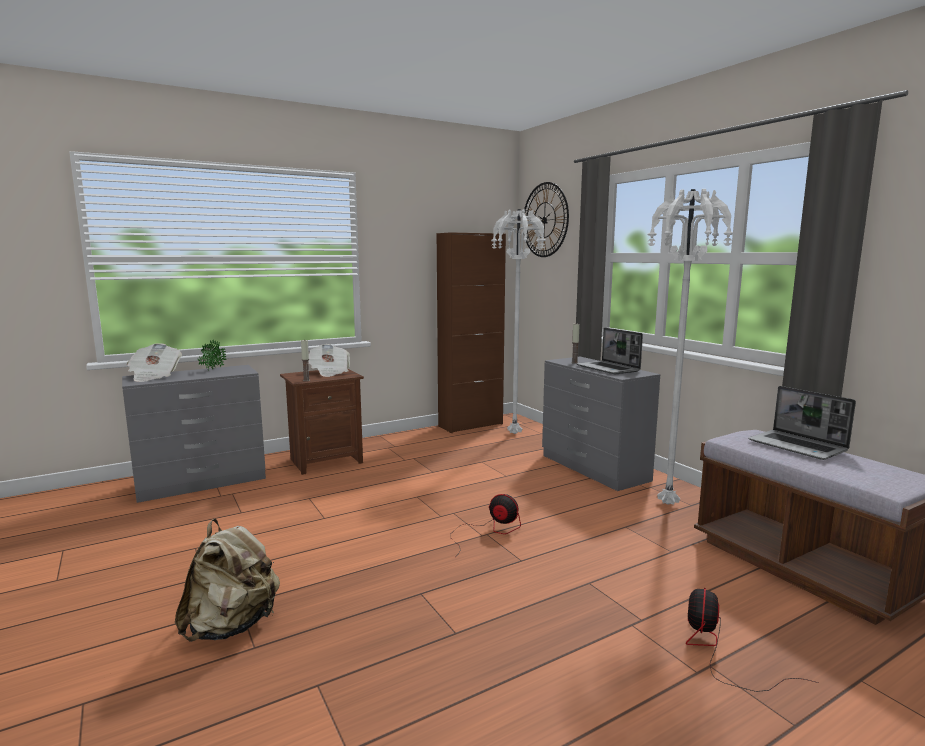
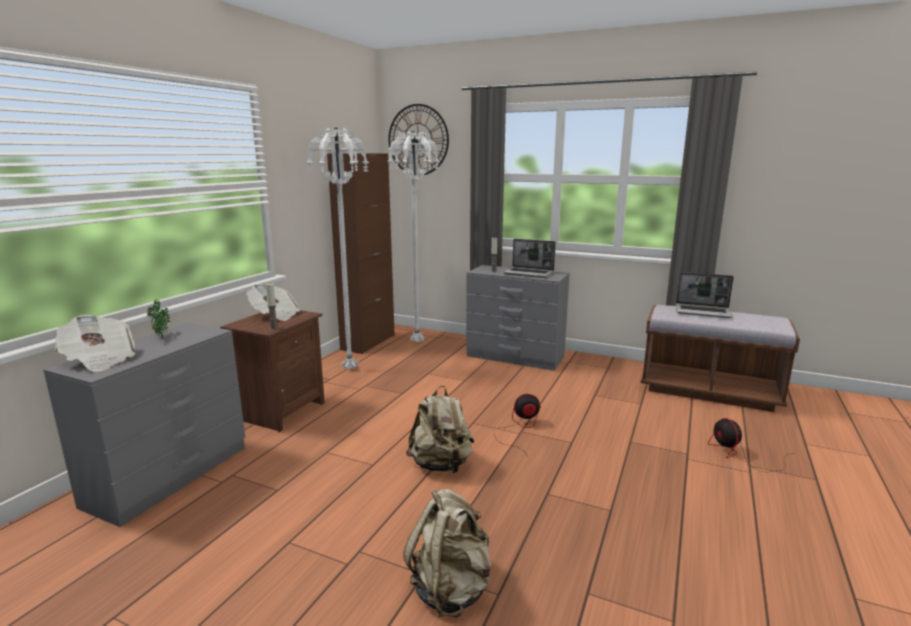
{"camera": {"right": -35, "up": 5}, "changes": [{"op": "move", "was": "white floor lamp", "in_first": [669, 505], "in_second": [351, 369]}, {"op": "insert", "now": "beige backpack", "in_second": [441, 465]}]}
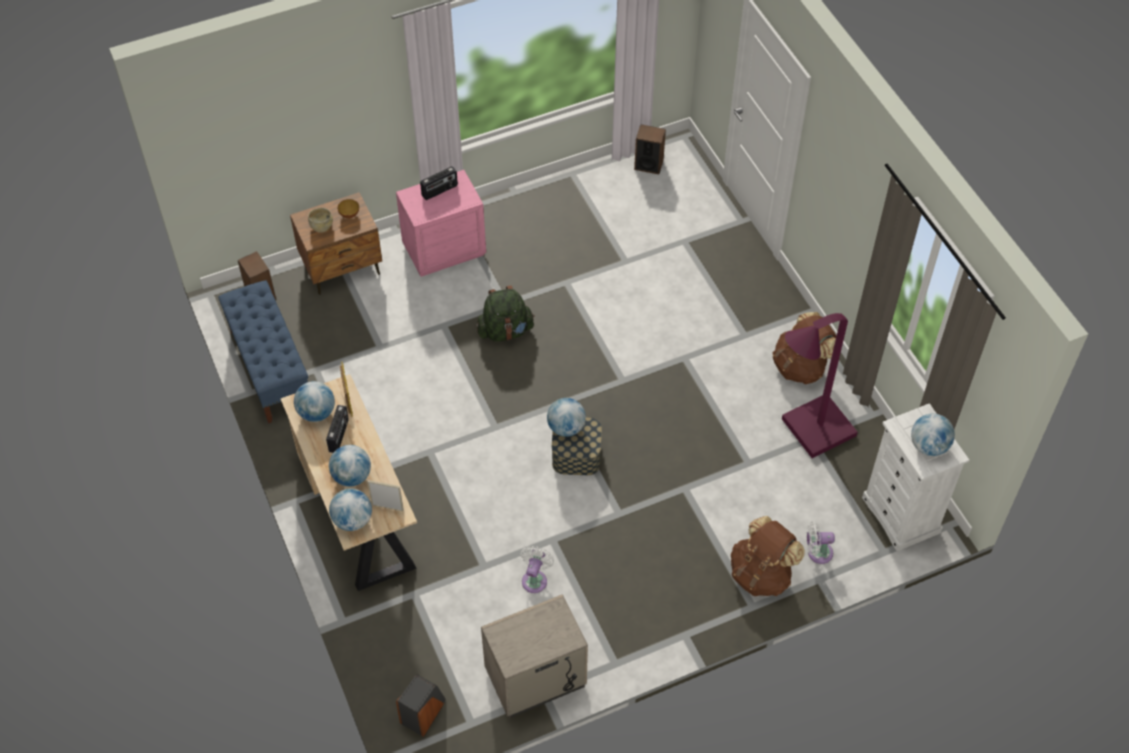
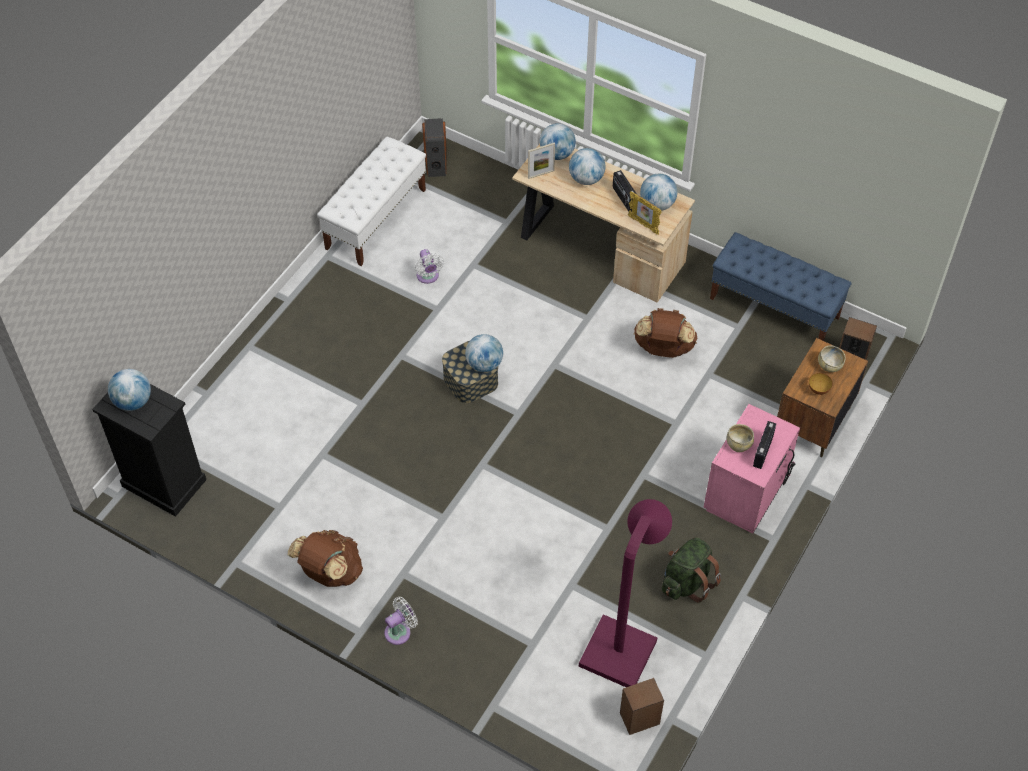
{"camera": {"right": 145, "up": 0}, "changes": [{"op": "move", "was": "green backpack", "in_first": [505, 331], "in_second": [687, 582]}, {"op": "move", "was": "purple floor lamp", "in_first": [809, 432], "in_second": [622, 643]}, {"op": "recolor", "was": "white dresser", "now": "black dresser", "in_first": [901, 515], "in_second": [163, 483]}, {"op": "move", "was": "brown backpack", "in_first": [761, 574], "in_second": [663, 349]}, {"op": "move", "was": "white fan", "in_first": [817, 552], "in_second": [400, 631]}, {"op": "replace", "was": "beige nightstand", "now": "white bench", "in_first": [536, 679], "in_second": [376, 218]}, {"op": "insert", "now": "beige bowl", "in_second": [738, 444]}]}
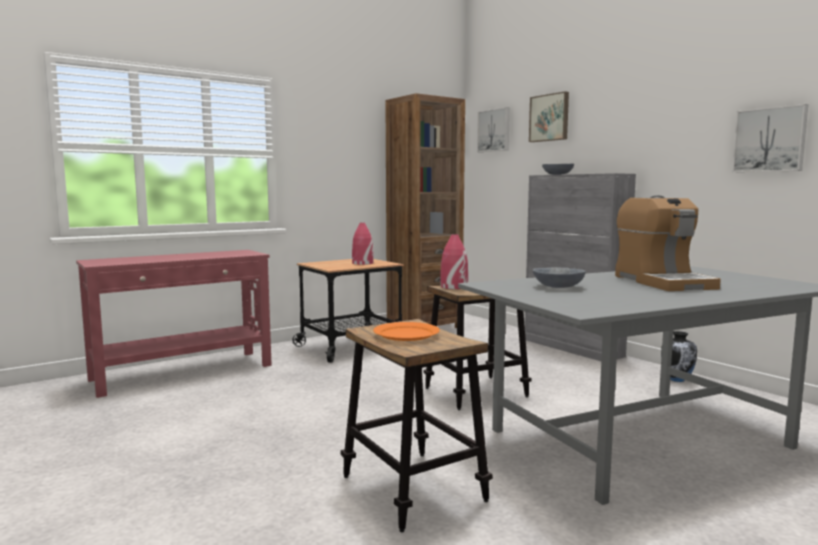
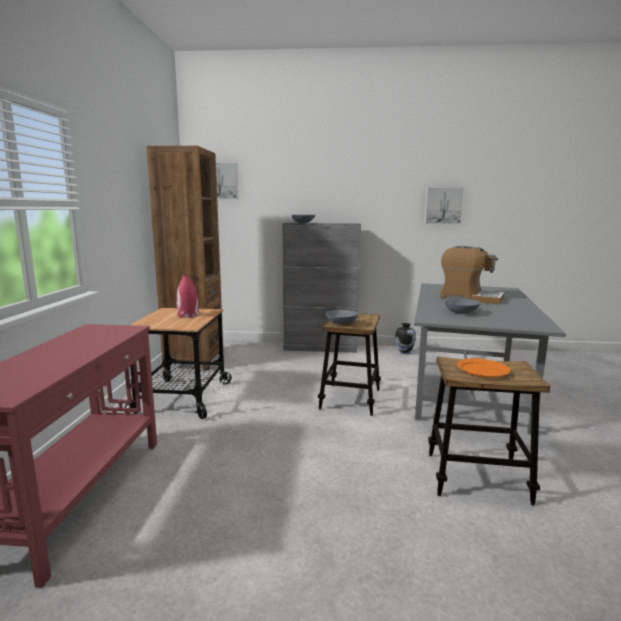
{"camera": {"right": -50, "up": 5}, "changes": [{"op": "delete", "was": "picture", "in_first": [550, 118]}, {"op": "replace", "was": "red vase", "now": "grey bowl", "in_first": [453, 287], "in_second": [341, 323]}]}
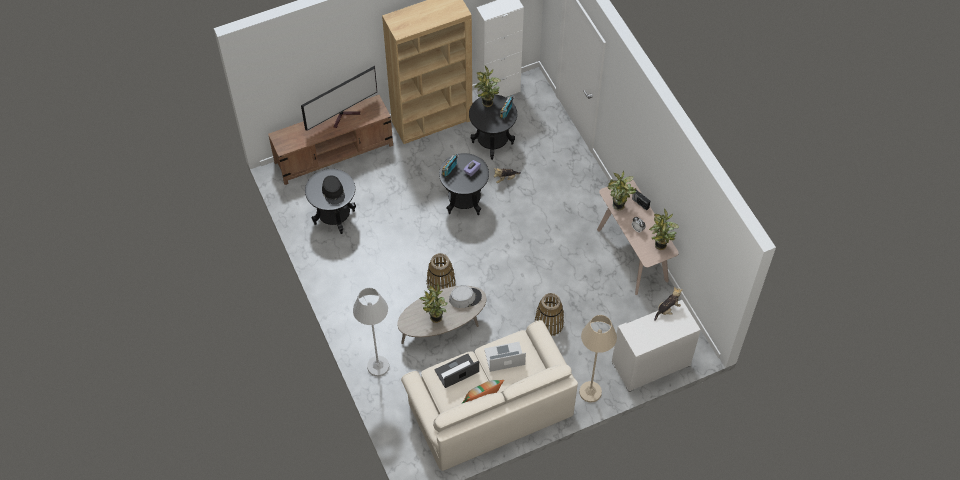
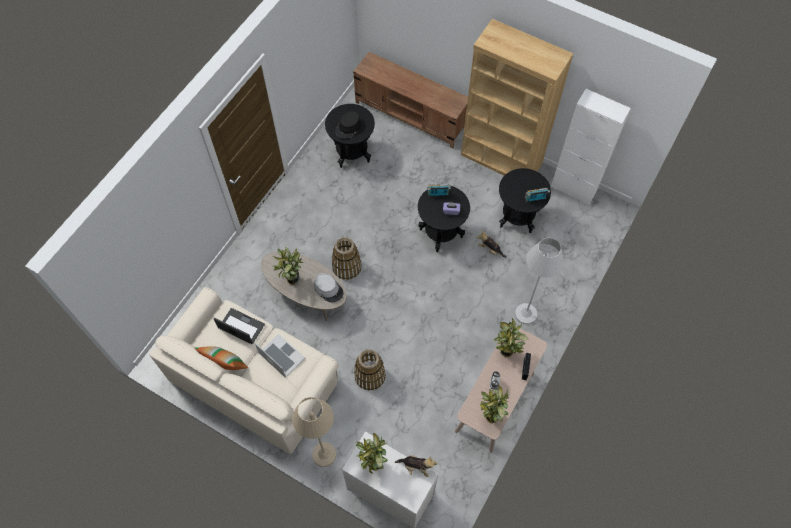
{"camera": {"right": 55, "up": 5}, "changes": [{"op": "delete", "was": "television", "in_first": [345, 116]}, {"op": "move", "was": "potted plant", "in_first": [487, 104], "in_second": [373, 464]}, {"op": "move", "was": "white floor lamp", "in_first": [378, 366], "in_second": [525, 314]}]}
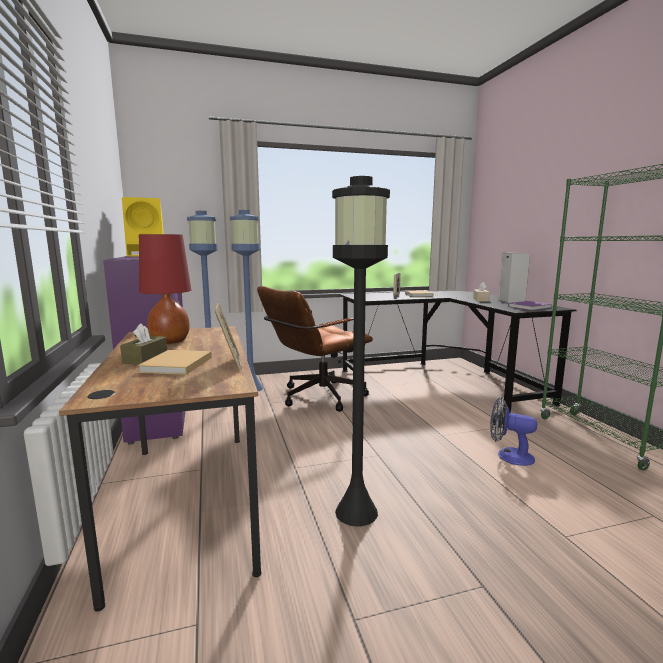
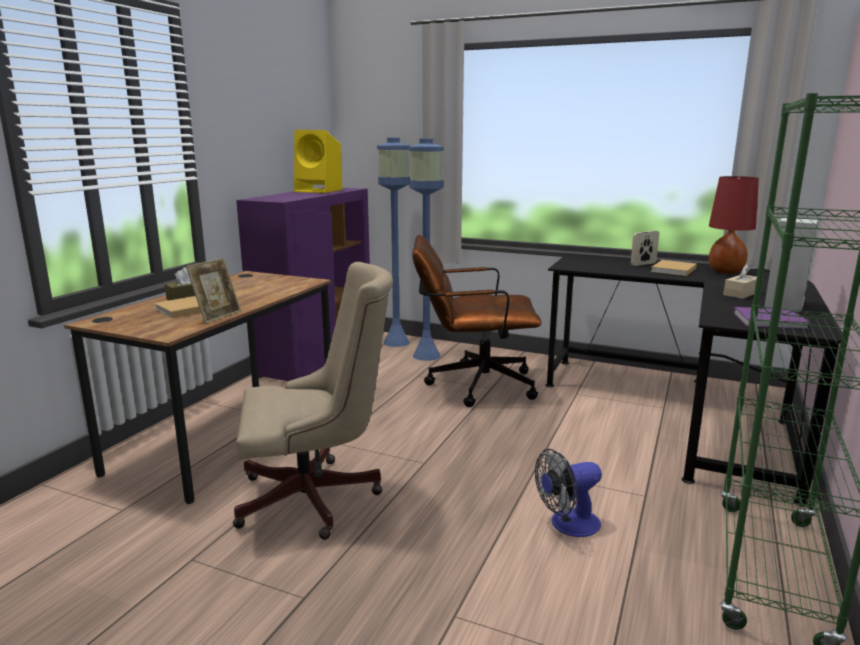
{"camera": {"right": 40, "up": 5}, "changes": [{"op": "replace", "was": "black floor lamp", "now": "beige office chair", "in_first": [357, 512], "in_second": [317, 498]}, {"op": "move", "was": "red table lamp", "in_first": [169, 341], "in_second": [725, 271]}, {"op": "rotate", "was": "fan", "in_first": [508, 455], "in_second": [567, 525], "clockwise": -90}]}
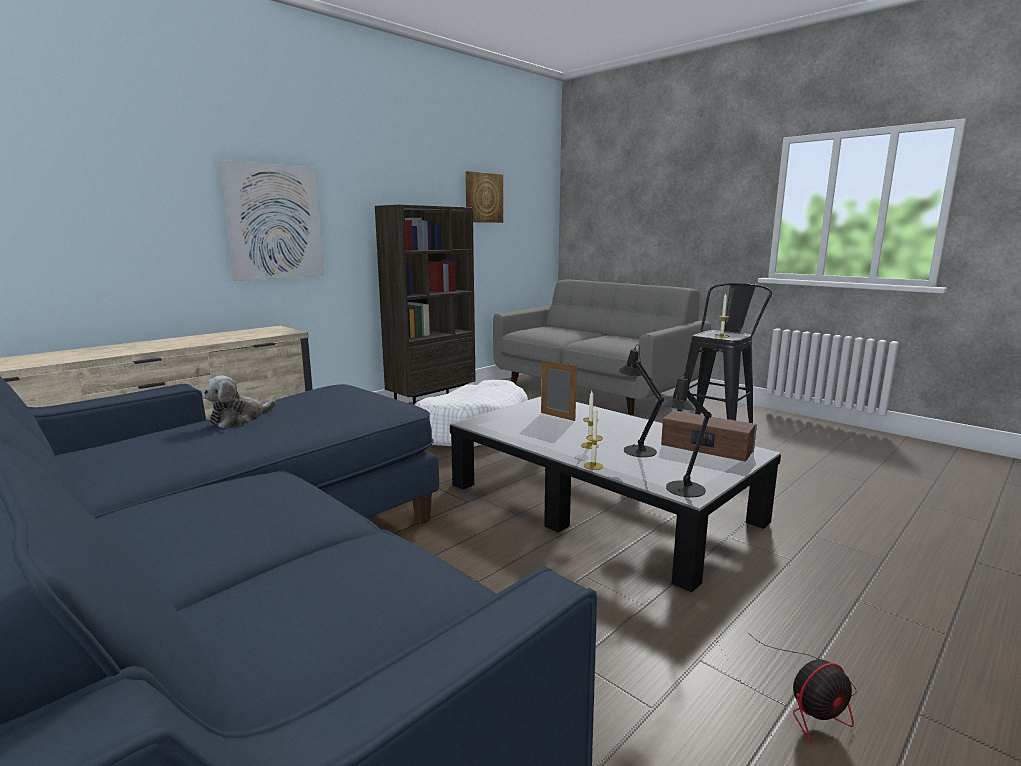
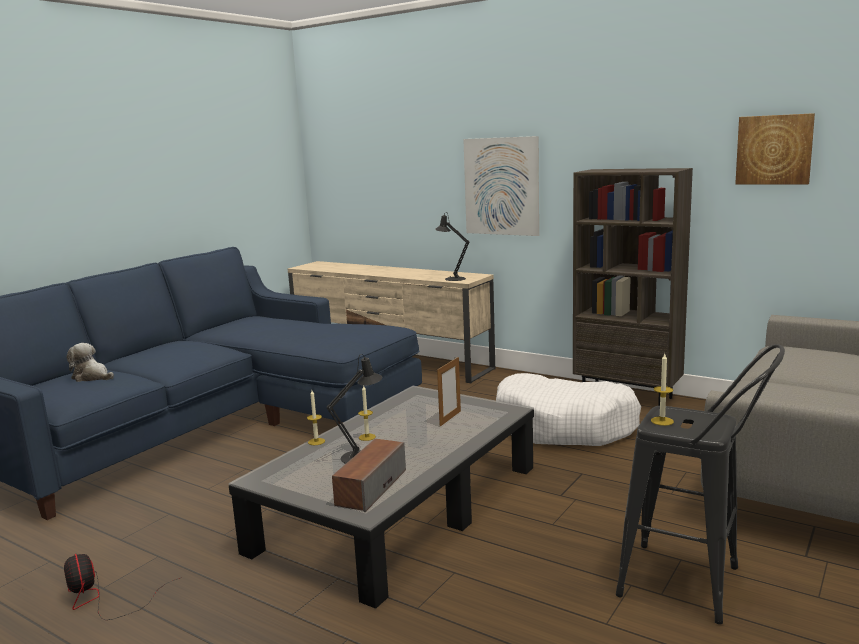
{"camera": {"right": 80, "up": 0}, "changes": [{"op": "move", "was": "black table lamp", "in_first": [682, 490], "in_second": [452, 278]}, {"op": "move", "was": "plush toy", "in_first": [239, 419], "in_second": [92, 377]}]}
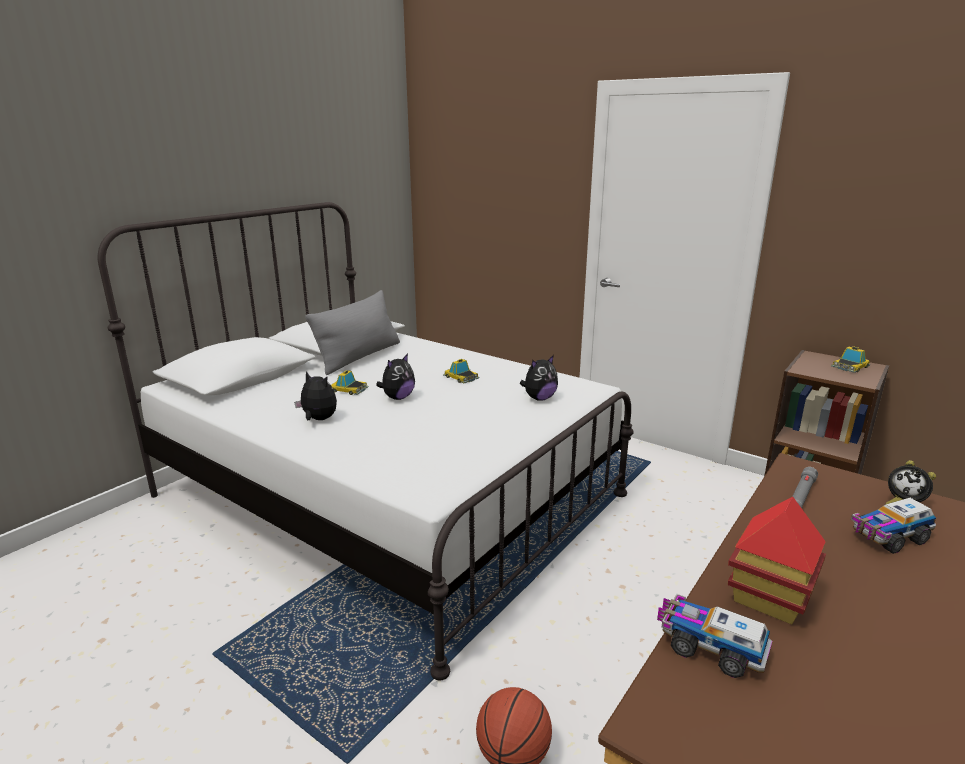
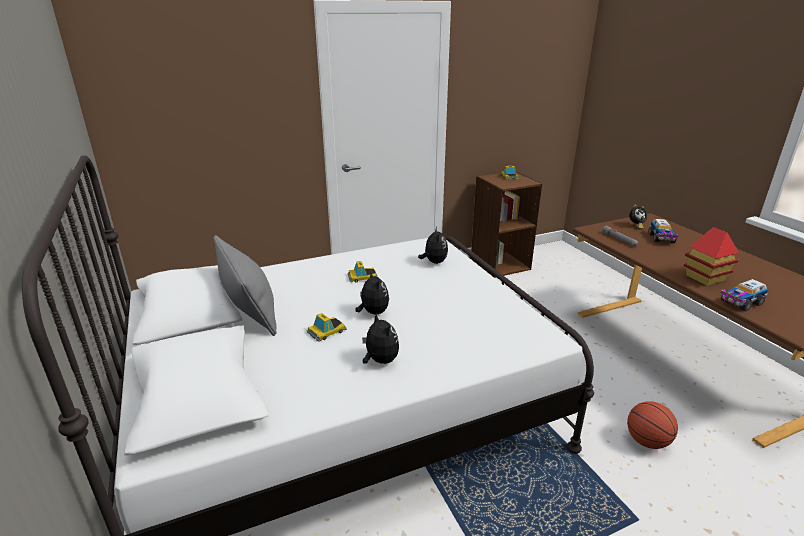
{"camera": {"right": -60, "up": 5}, "changes": [{"op": "rotate", "was": "plush toy", "in_first": [318, 419], "in_second": [380, 360], "clockwise": 90}]}
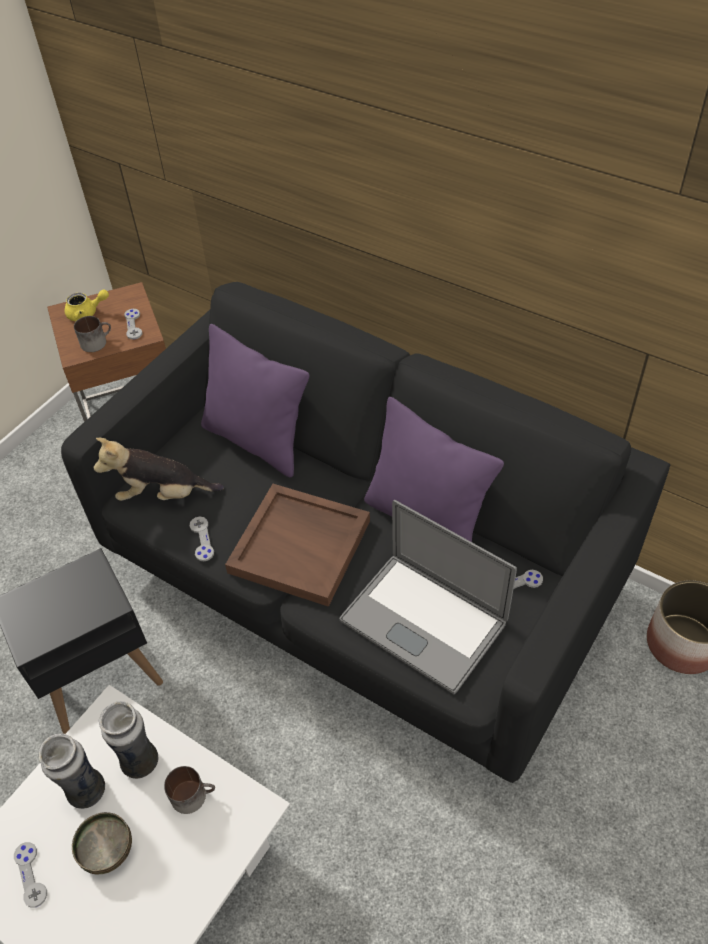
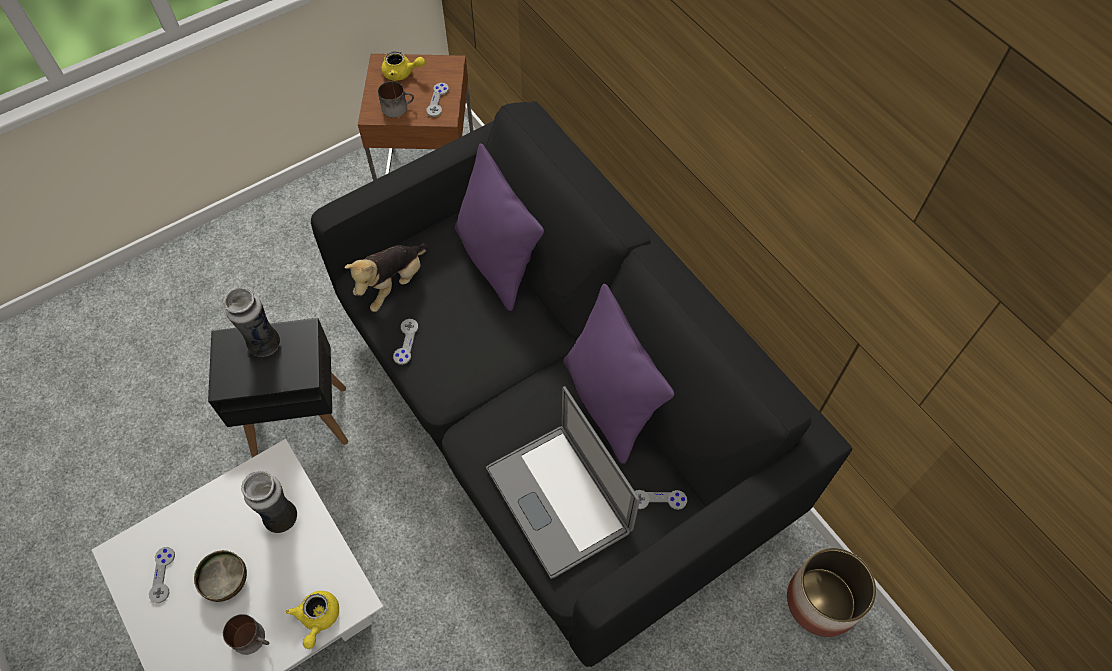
{"camera": {"right": 20, "up": 10}, "changes": [{"op": "rotate", "was": "plush toy", "in_first": [163, 494], "in_second": [392, 285], "clockwise": -75}, {"op": "delete", "was": "brown tray", "in_first": [301, 546]}, {"op": "move", "was": "vase", "in_first": [86, 792], "in_second": [264, 345]}, {"op": "move", "was": "mug", "in_first": [193, 794], "in_second": [253, 638]}, {"op": "insert", "now": "yellow teapot", "in_second": [318, 619]}]}
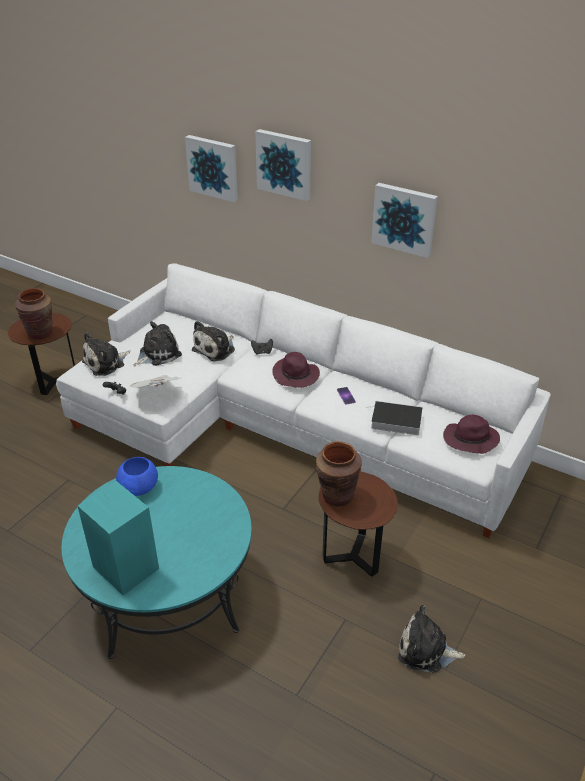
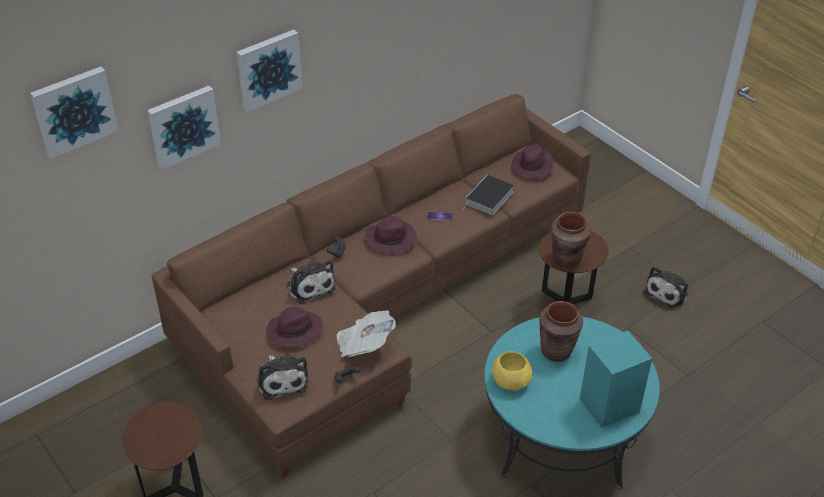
{"camera": {"right": -70, "up": 5}, "changes": [{"op": "move", "was": "picture", "in_first": [404, 219], "in_second": [73, 110]}, {"op": "recolor", "was": "white sofa", "now": "brown sofa", "in_first": [282, 425], "in_second": [376, 301]}, {"op": "move", "was": "brown vase", "in_first": [40, 333], "in_second": [556, 351]}, {"op": "replace", "was": "plush toy", "now": "purple hat", "in_first": [157, 354], "in_second": [294, 332]}, {"op": "recolor", "was": "blue bowl", "now": "yellow bowl", "in_first": [139, 487], "in_second": [510, 380]}]}
